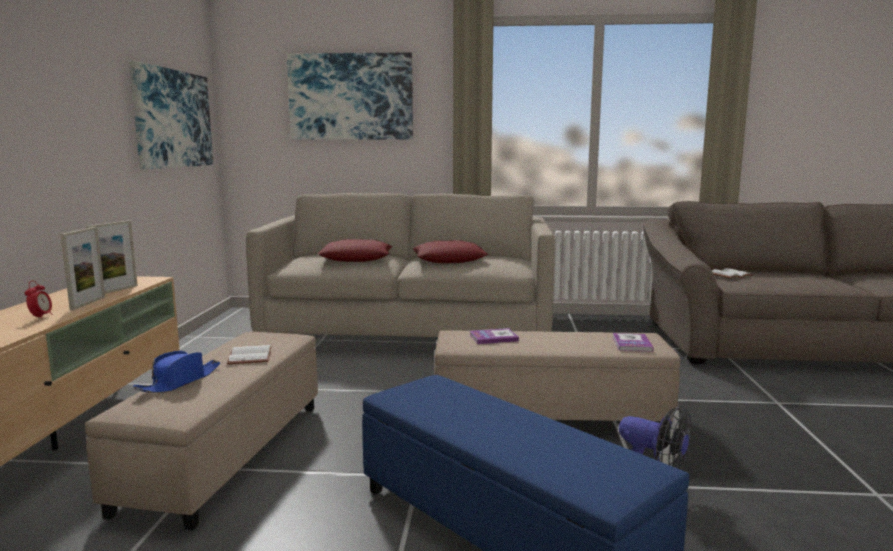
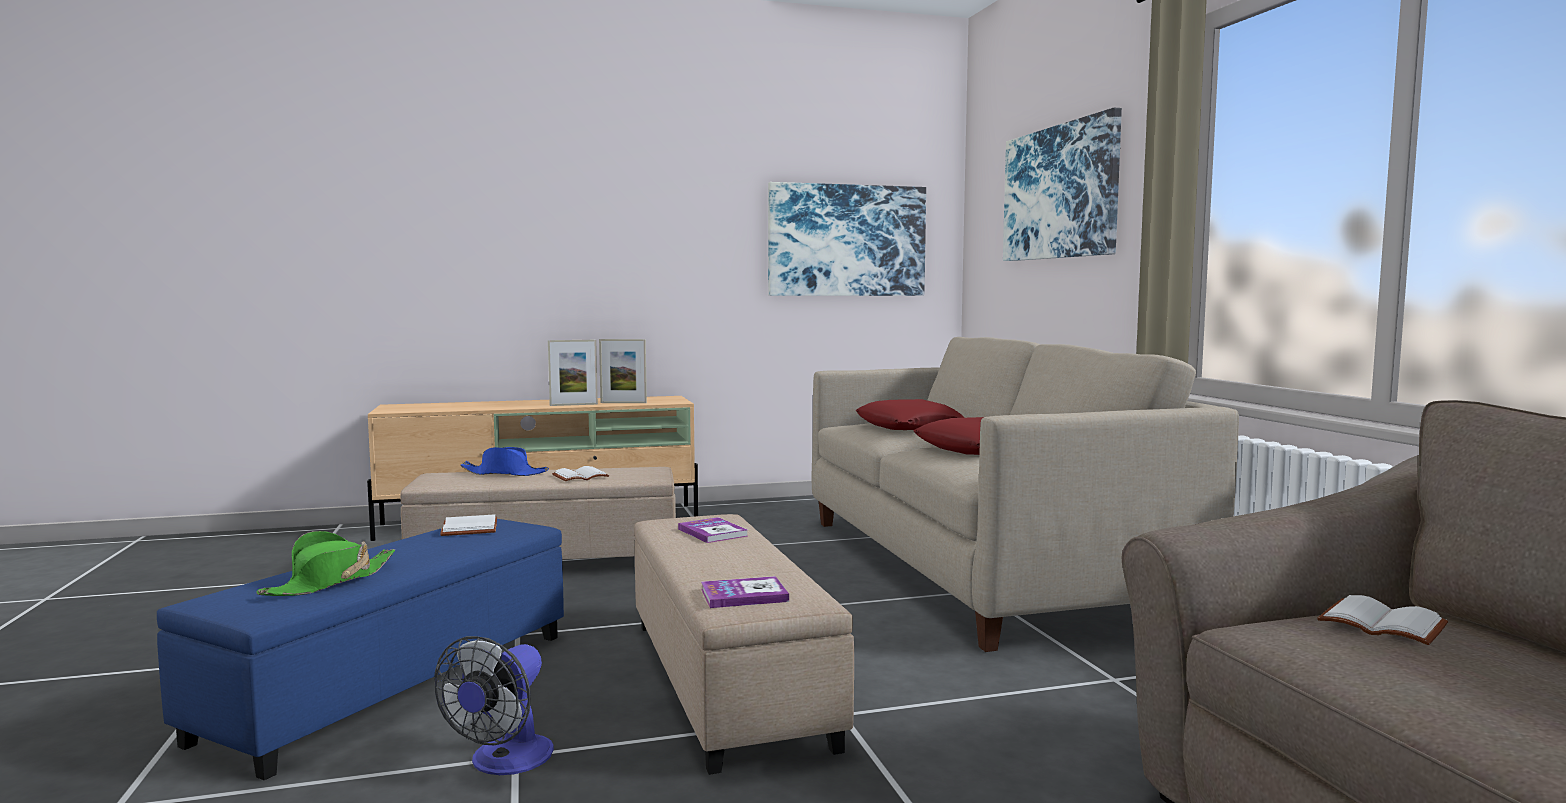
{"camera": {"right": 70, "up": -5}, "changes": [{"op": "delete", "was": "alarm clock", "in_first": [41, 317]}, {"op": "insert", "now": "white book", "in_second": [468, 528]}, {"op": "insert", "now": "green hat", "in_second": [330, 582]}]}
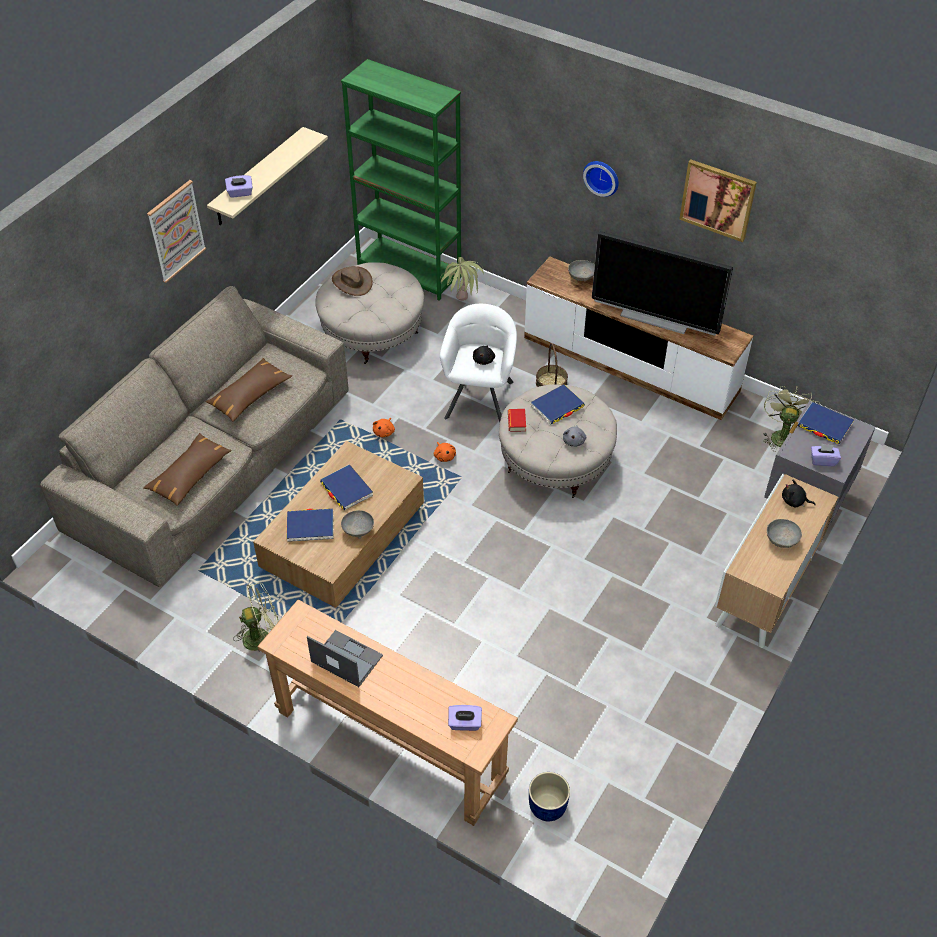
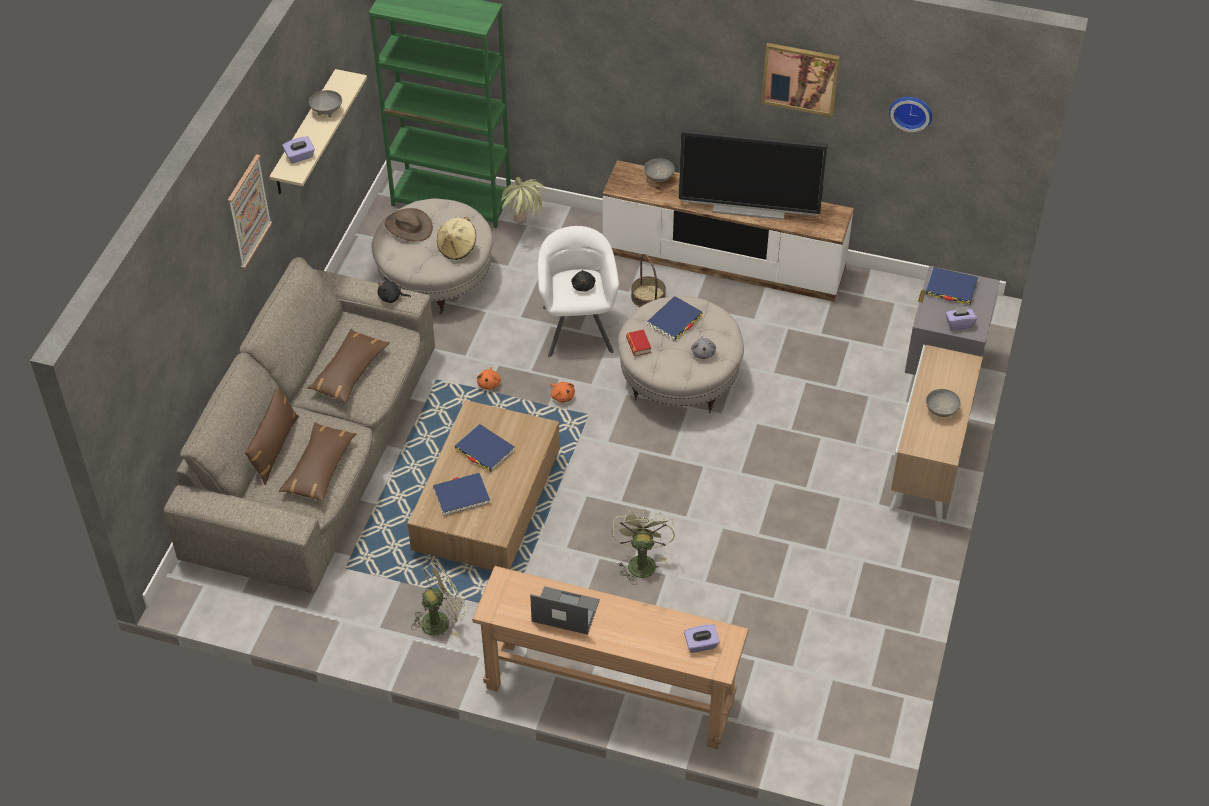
{"camera": {"right": -15, "up": 0}, "changes": [{"op": "move", "was": "wall clock", "in_first": [602, 176], "in_second": [911, 111]}, {"op": "move", "was": "green fan", "in_first": [782, 435], "in_second": [640, 561]}, {"op": "move", "was": "black plush toy", "in_first": [794, 501], "in_second": [391, 298]}, {"op": "move", "was": "grey bowl", "in_first": [359, 531], "in_second": [327, 111]}, {"op": "delete", "was": "blue planter", "in_first": [547, 807]}, {"op": "insert", "now": "beige hat", "in_second": [457, 248]}, {"op": "insert", "now": "brown pillow", "in_second": [274, 448]}]}
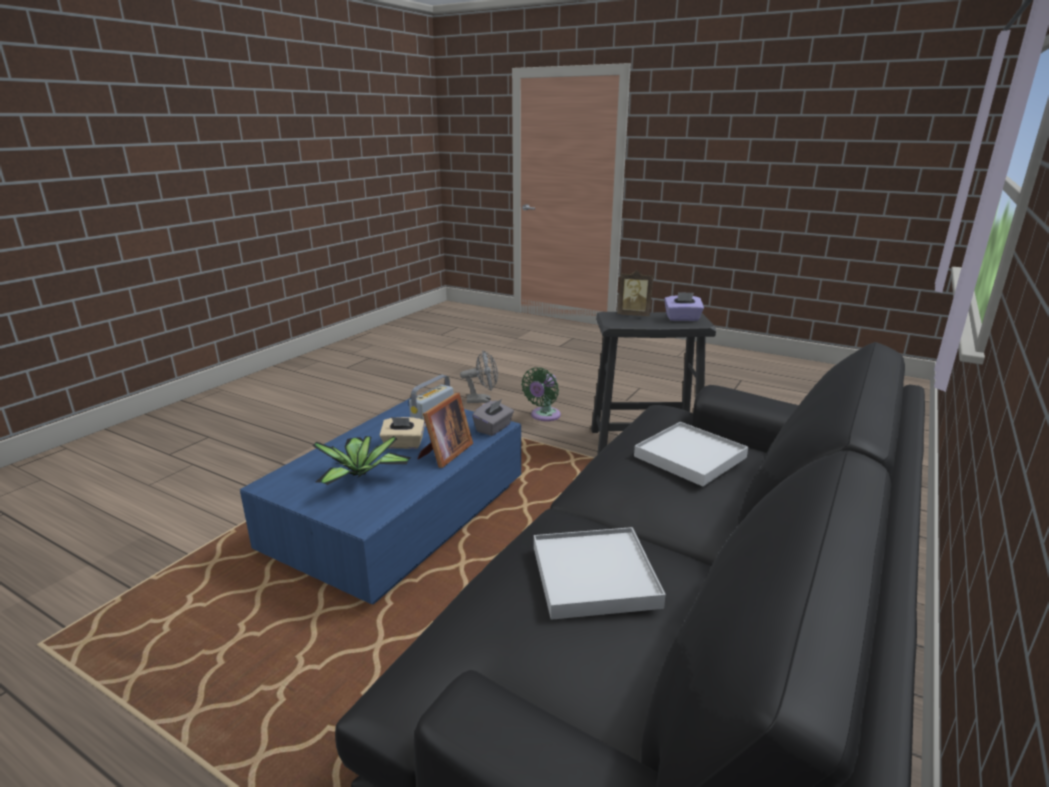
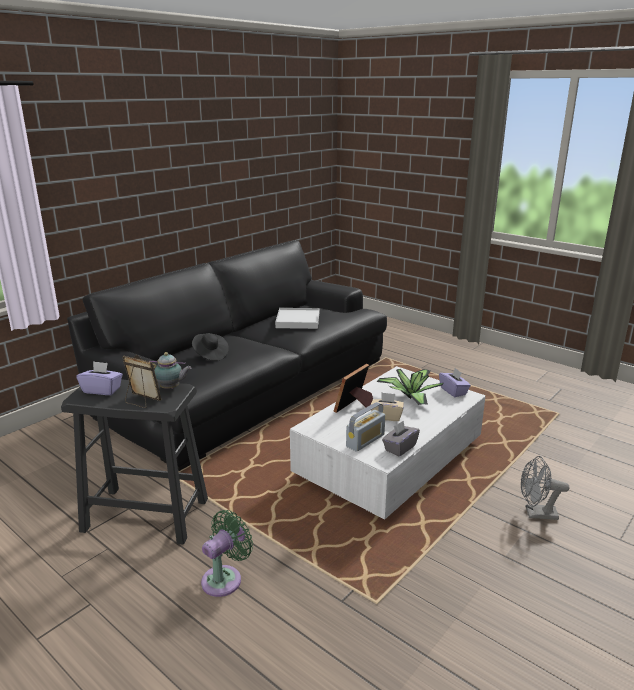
{"camera": {"right": -170, "up": 0}, "changes": [{"op": "move", "was": "grey fan", "in_first": [482, 400], "in_second": [536, 514]}, {"op": "recolor", "was": "blue coffee table", "now": "white coffee table", "in_first": [399, 519], "in_second": [390, 459]}, {"op": "move", "was": "grey tissue box", "in_first": [494, 428], "in_second": [400, 448]}, {"op": "replace", "was": "white tray", "now": "black hat", "in_first": [690, 457], "in_second": [210, 354]}, {"op": "insert", "now": "teapot", "in_second": [171, 388]}, {"op": "insert", "now": "purple tissue box", "in_second": [453, 391]}]}
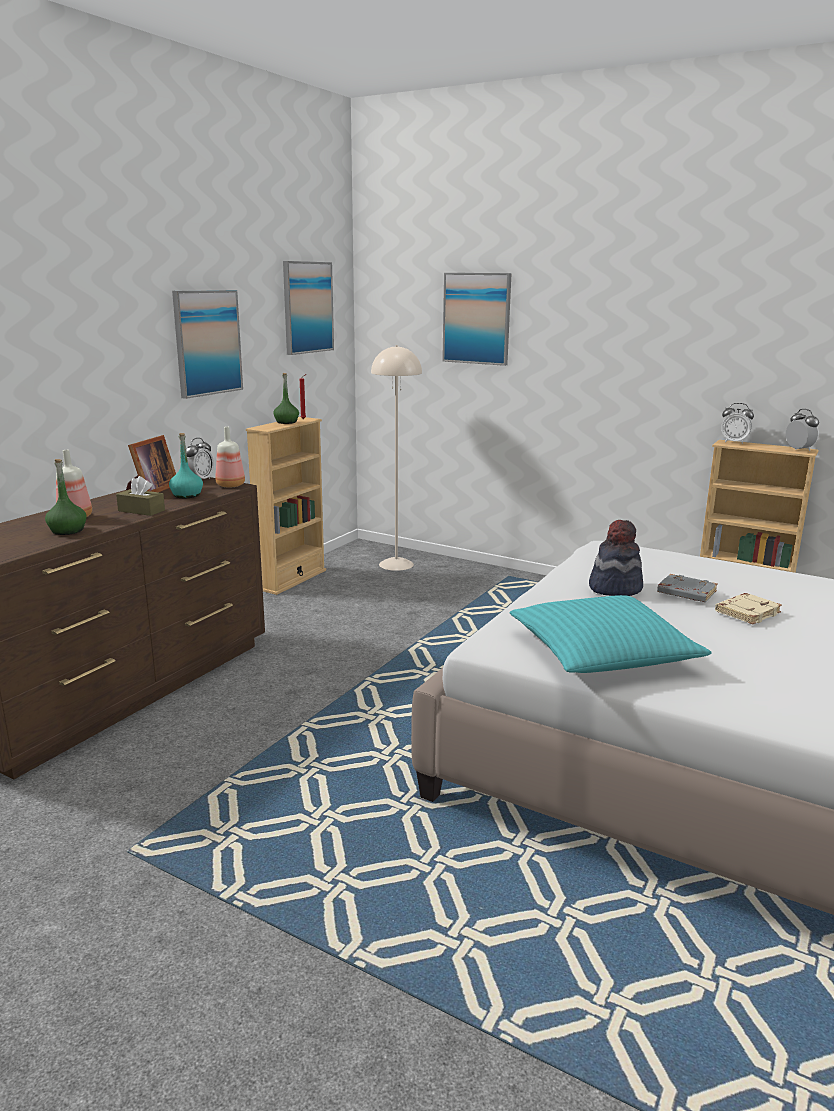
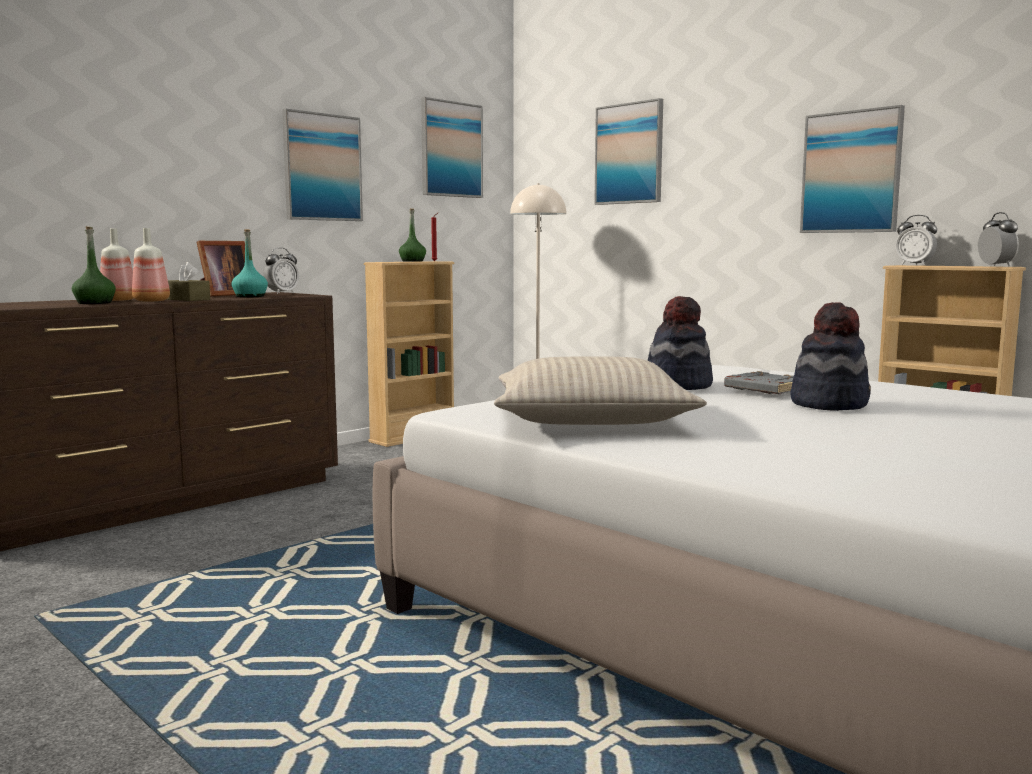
{"camera": {"right": 15, "up": -10}, "changes": [{"op": "move", "was": "bottle", "in_first": [230, 485], "in_second": [152, 301]}, {"op": "replace", "was": "beige book", "now": "hat", "in_first": [747, 612], "in_second": [829, 404]}, {"op": "recolor", "was": "turquoise pillow", "now": "beige pillow", "in_first": [601, 652], "in_second": [590, 418]}, {"op": "insert", "now": "picture", "in_second": [851, 172]}]}
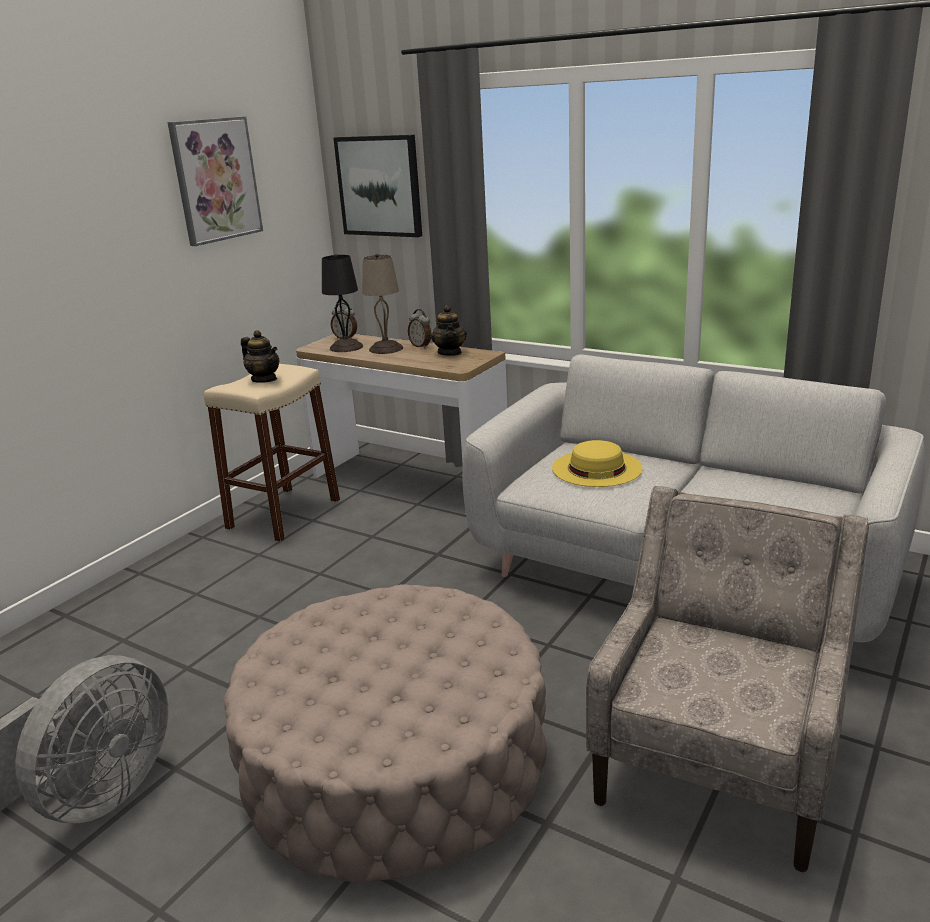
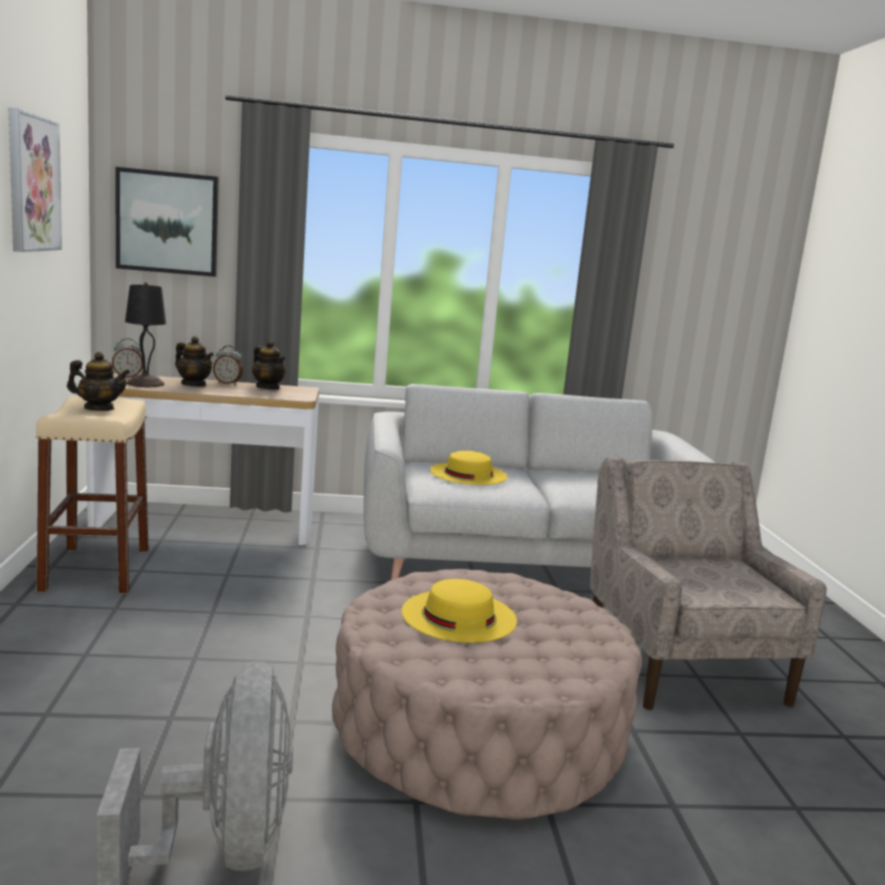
{"camera": {"right": -40, "up": -10}, "changes": [{"op": "replace", "was": "beige table lamp", "now": "teapot", "in_first": [386, 348], "in_second": [194, 385]}, {"op": "insert", "now": "yellow hat", "in_second": [459, 615]}]}
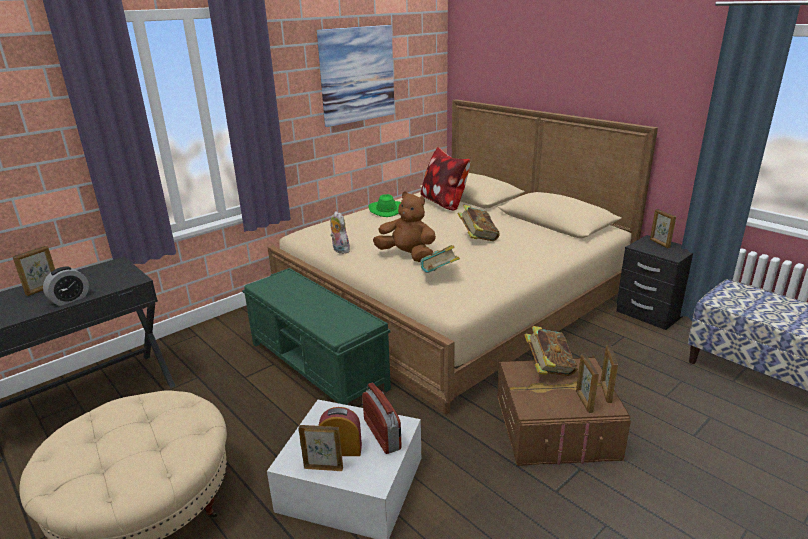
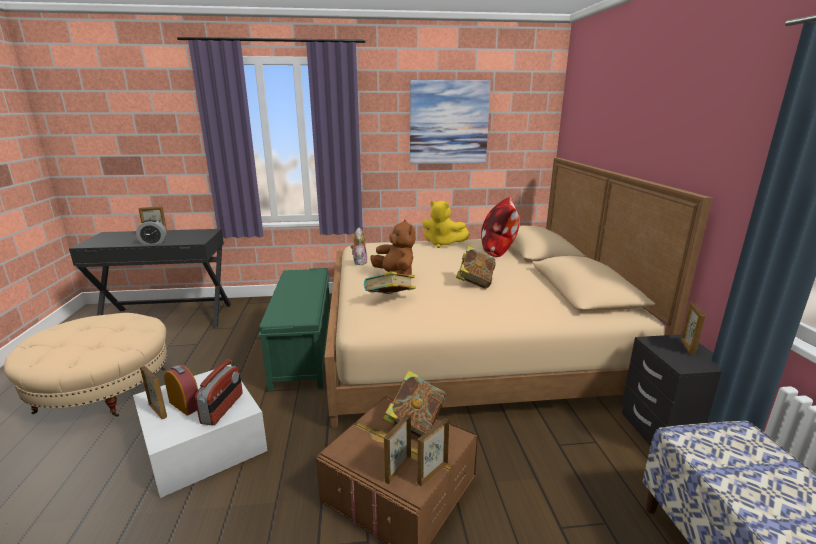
{"camera": {"right": 35, "up": -5}, "changes": [{"op": "replace", "was": "green hat", "now": "yellow plush toy", "in_first": [386, 210], "in_second": [443, 244]}]}
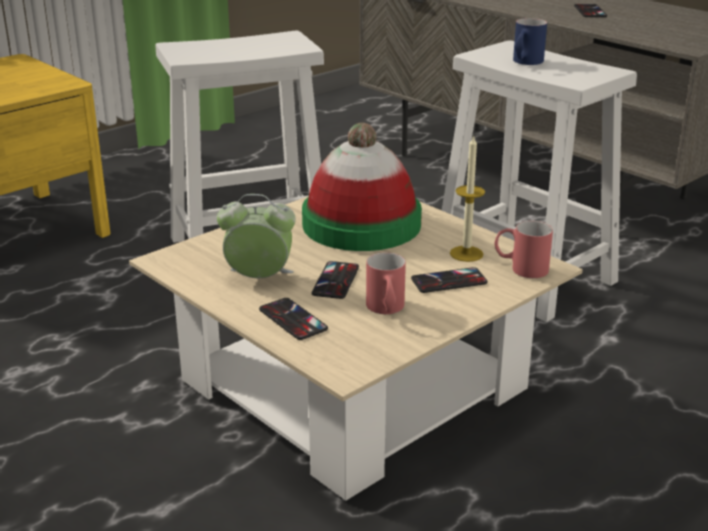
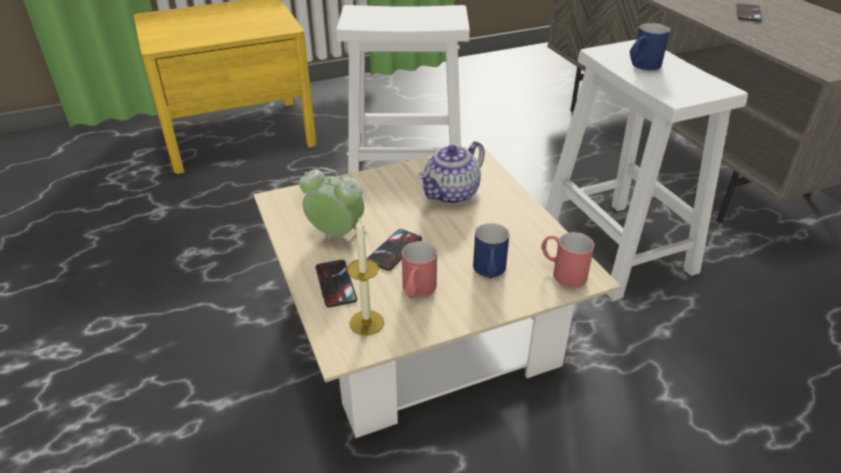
{"camera": {"right": 20, "up": 10}, "changes": [{"op": "replace", "was": "hat", "now": "teapot", "in_first": [361, 224], "in_second": [451, 194]}, {"op": "move", "was": "candle", "in_first": [466, 254], "in_second": [366, 322]}, {"op": "replace", "was": "phone", "now": "blue mug", "in_first": [449, 281], "in_second": [489, 272]}]}
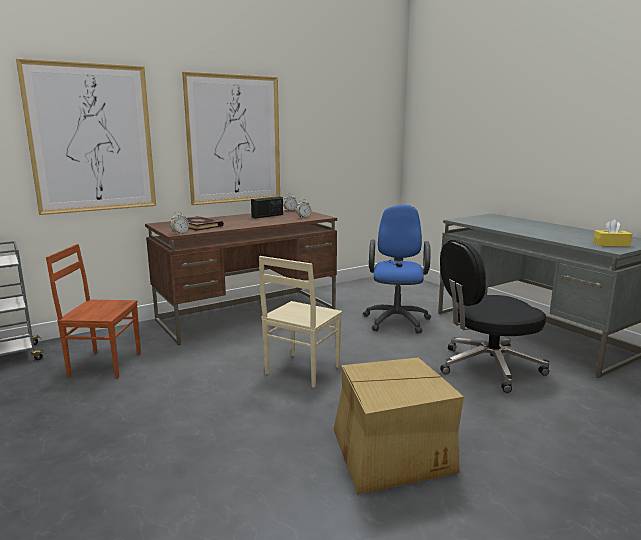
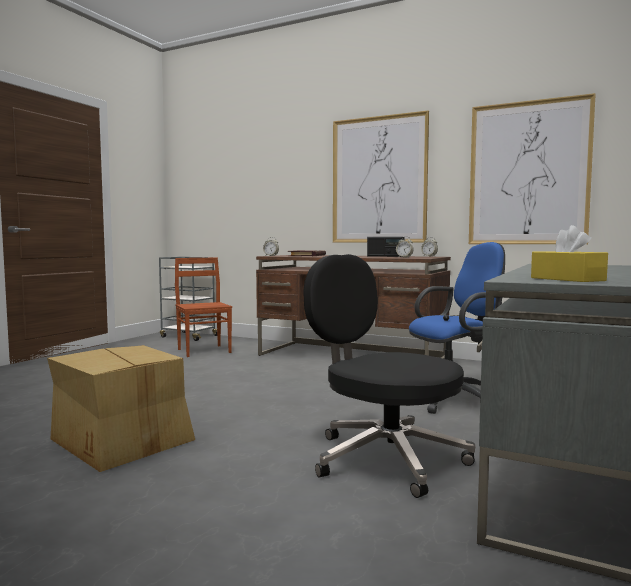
{"camera": {"right": 60, "up": -10}, "changes": [{"op": "move", "was": "picture", "in_first": [92, 139], "in_second": [528, 173]}, {"op": "delete", "was": "beige chair", "in_first": [301, 370]}]}
